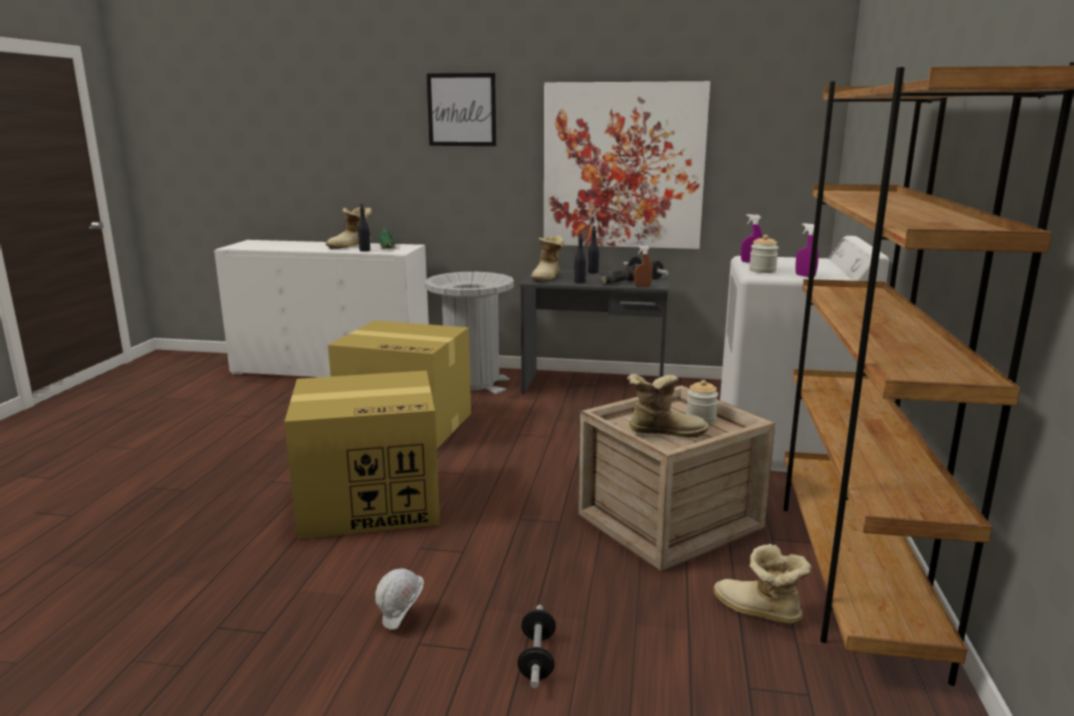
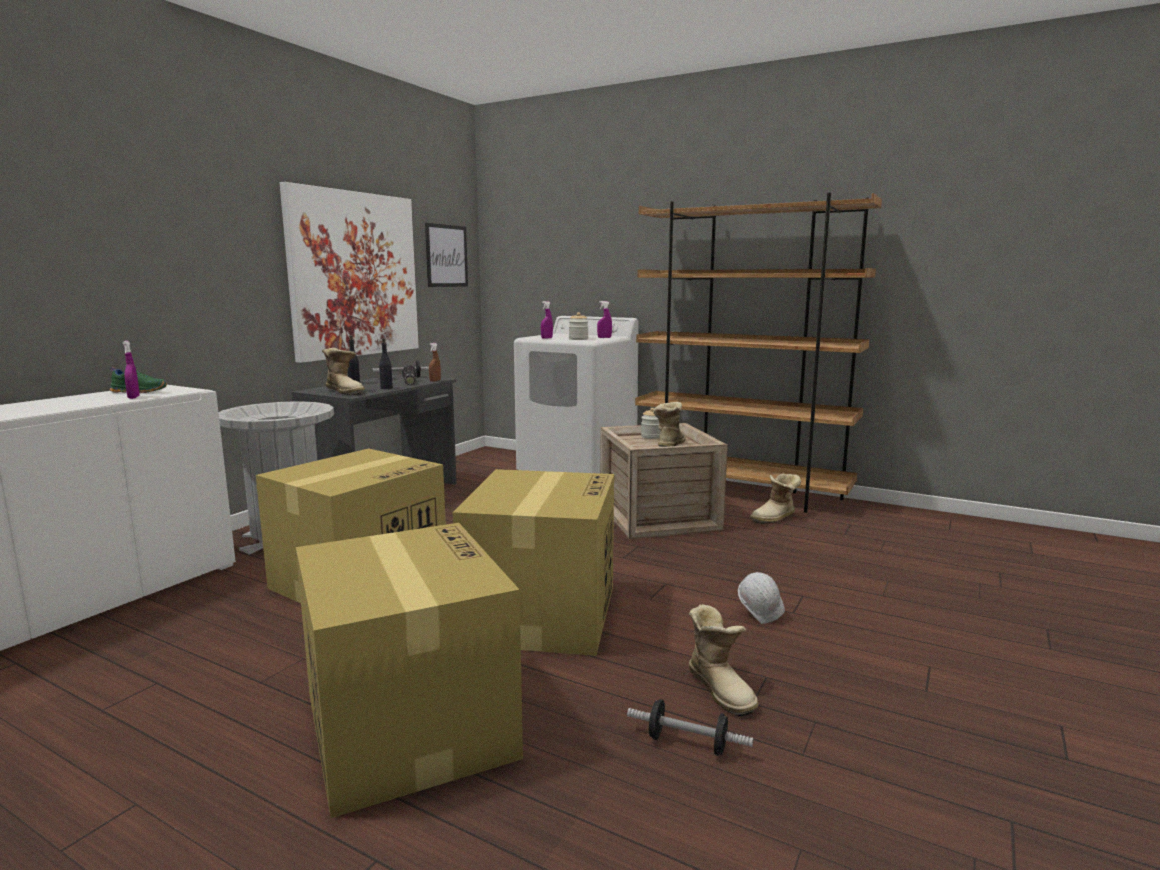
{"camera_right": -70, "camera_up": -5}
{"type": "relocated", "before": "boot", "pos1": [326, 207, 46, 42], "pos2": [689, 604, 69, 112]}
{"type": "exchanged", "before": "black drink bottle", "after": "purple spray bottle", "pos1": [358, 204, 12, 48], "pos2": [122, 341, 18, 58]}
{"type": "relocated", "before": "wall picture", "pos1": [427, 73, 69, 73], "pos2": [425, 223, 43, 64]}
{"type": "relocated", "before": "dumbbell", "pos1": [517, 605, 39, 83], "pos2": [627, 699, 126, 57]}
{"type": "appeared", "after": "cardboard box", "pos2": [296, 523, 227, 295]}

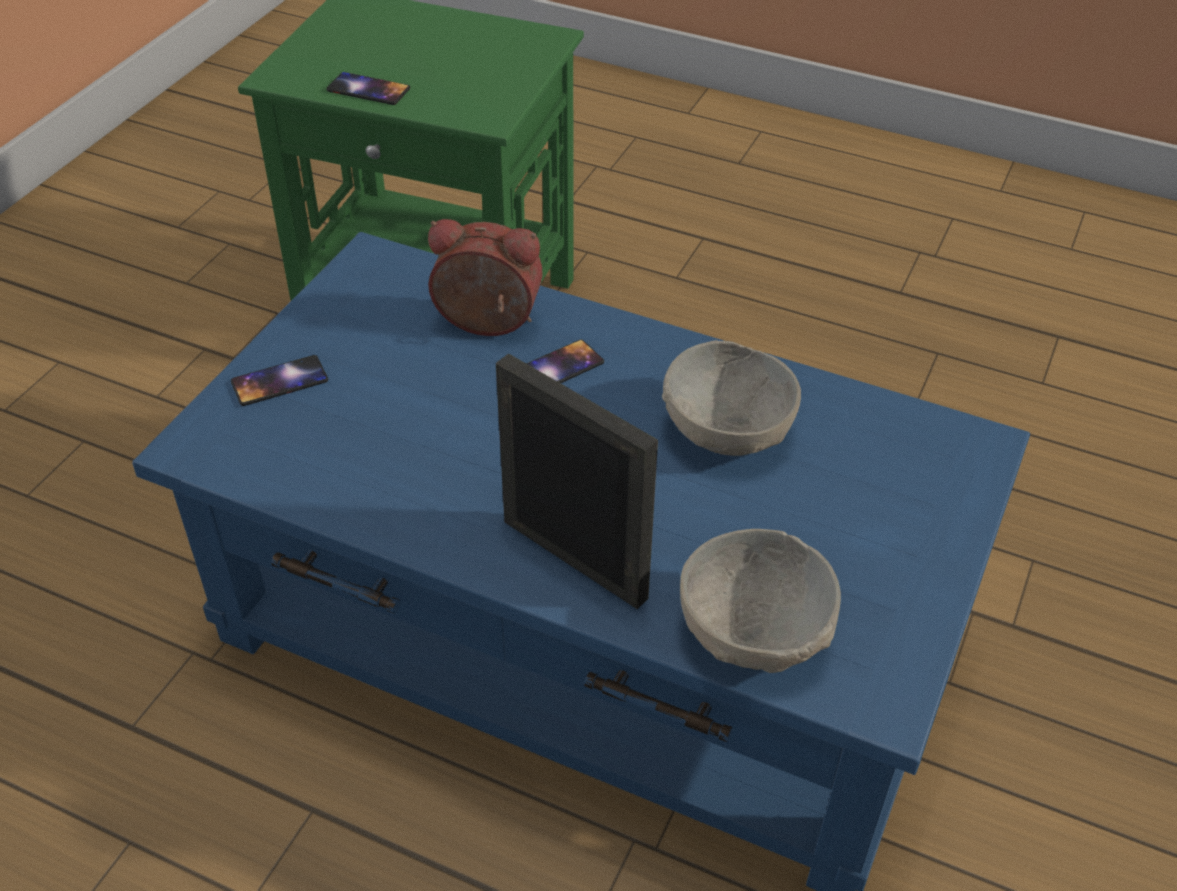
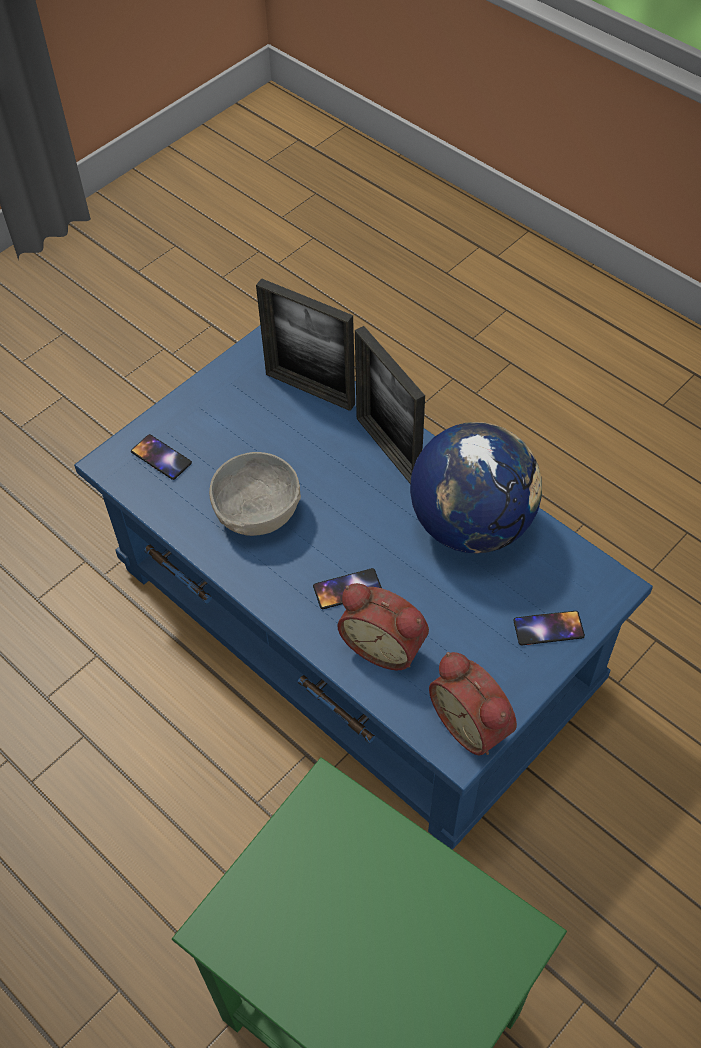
{"camera_right": -160, "camera_up": 10}
{"type": "relocated", "before": "handset", "pos1": [327, 72, 83, 33], "pos2": [131, 434, 61, 46]}
{"type": "exchanged", "before": "greyish serving bowl", "after": "photo frame", "pos1": [680, 529, 161, 144], "pos2": [256, 279, 99, 132]}
{"type": "appeared", "after": "globe", "pos2": [410, 422, 132, 131]}
{"type": "appeared", "after": "alarm clock", "pos2": [429, 652, 88, 104]}

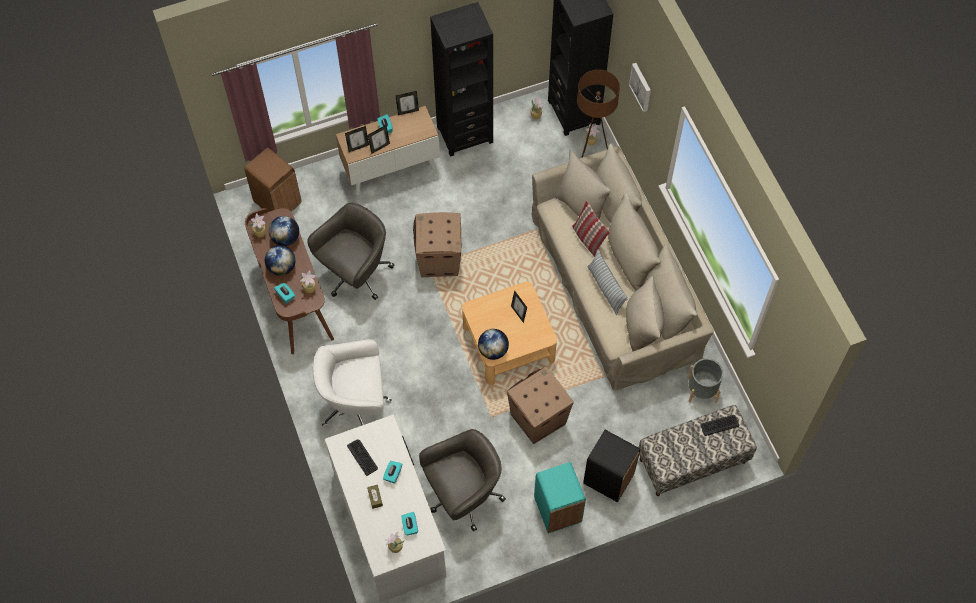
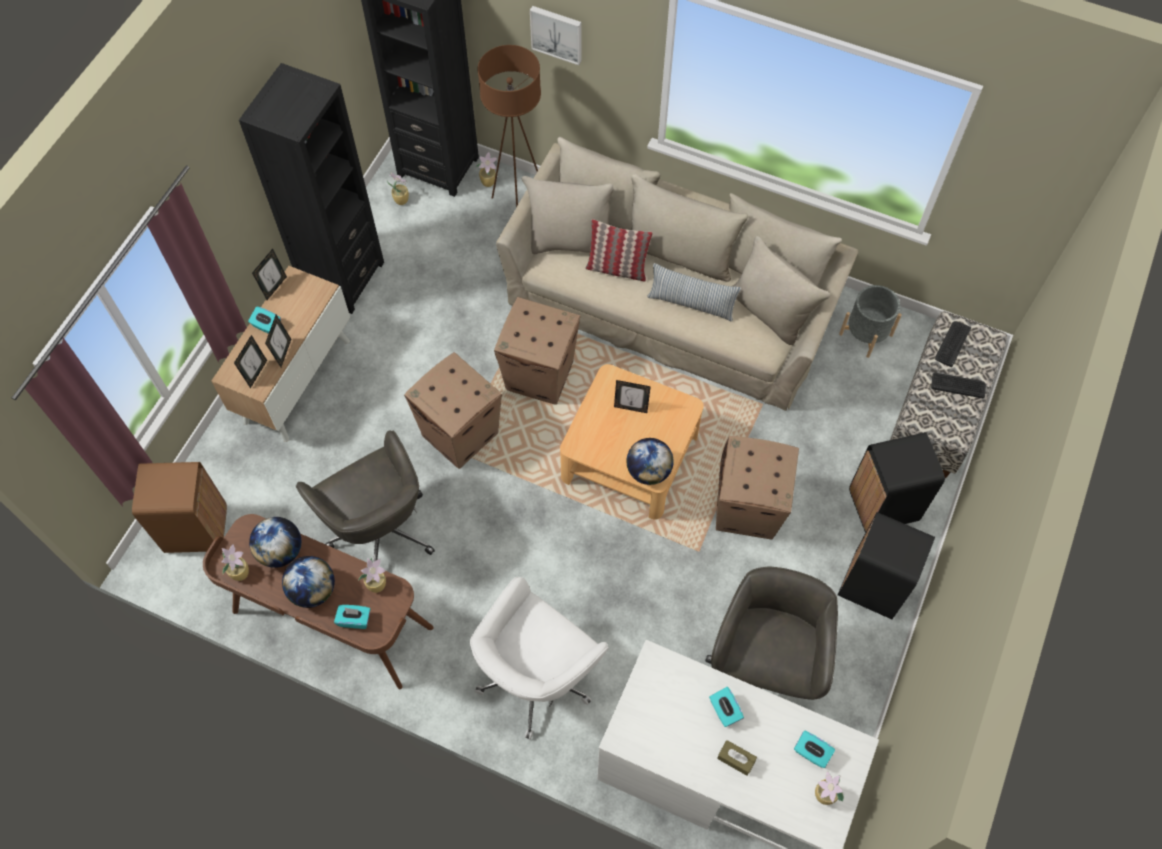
{"camera_right": -45, "camera_up": 0}
{"type": "spun", "before": "greyish office chair", "pos1": [307, 203, 87, 97], "pos2": [296, 431, 139, 130], "turn": 150}
{"type": "relocated", "before": "keyboard", "pos1": [347, 439, 31, 37], "pos2": [931, 373, 55, 25]}
{"type": "colour", "before": "turquoise-coloured waste bin", "after": "black waste bin", "pos1": [534, 462, 52, 71], "pos2": [838, 512, 97, 107]}
{"type": "appeared", "after": "cardboard box", "pos2": [494, 297, 86, 108]}

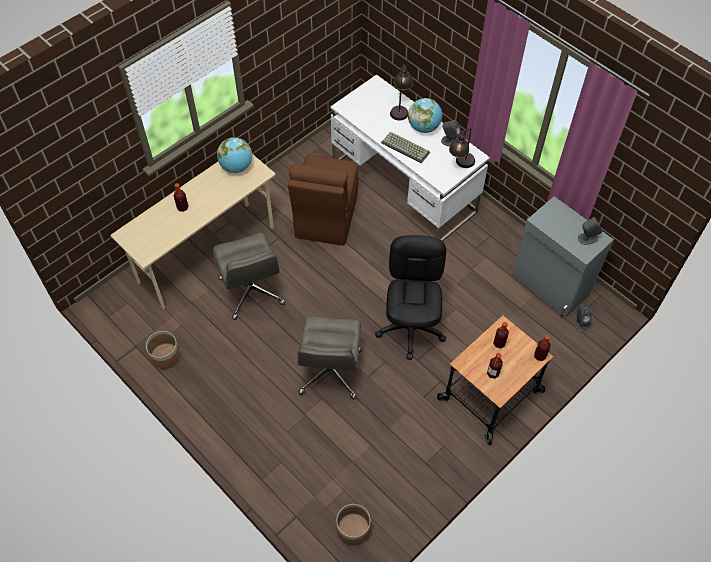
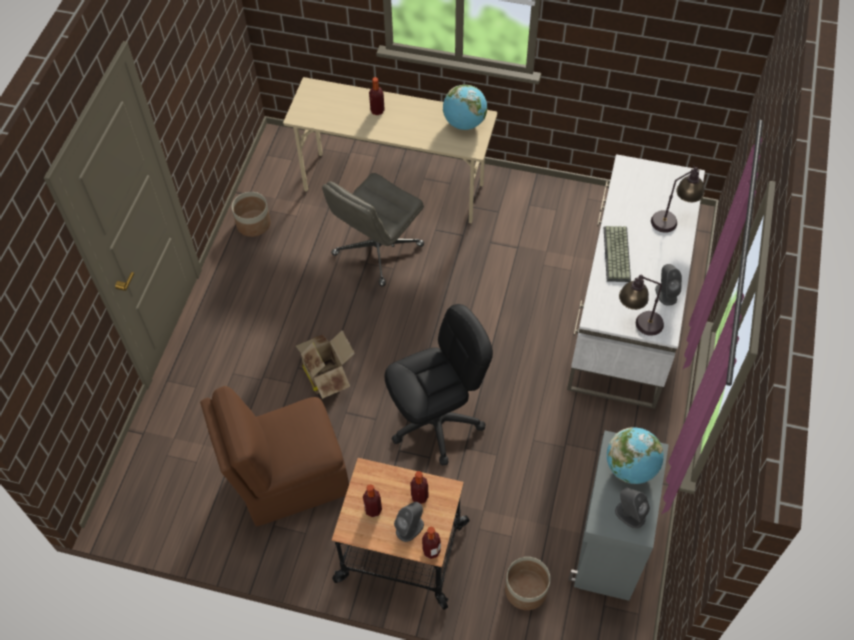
{"camera_right": 60, "camera_up": 0}
{"type": "relocated", "before": "brown-coloured plain chair", "pos1": [288, 155, 70, 91], "pos2": [200, 386, 149, 140]}
{"type": "exchanged", "before": "greyish office chair", "after": "cardboard box", "pos1": [298, 316, 64, 84], "pos2": [295, 330, 60, 69]}
{"type": "relocated", "before": "planter", "pos1": [336, 504, 35, 42], "pos2": [505, 557, 45, 53]}
{"type": "relocated", "before": "globe", "pos1": [408, 98, 34, 35], "pos2": [607, 427, 57, 57]}
{"type": "relocated", "before": "greyish speaker", "pos1": [572, 304, 20, 28], "pos2": [394, 502, 30, 40]}

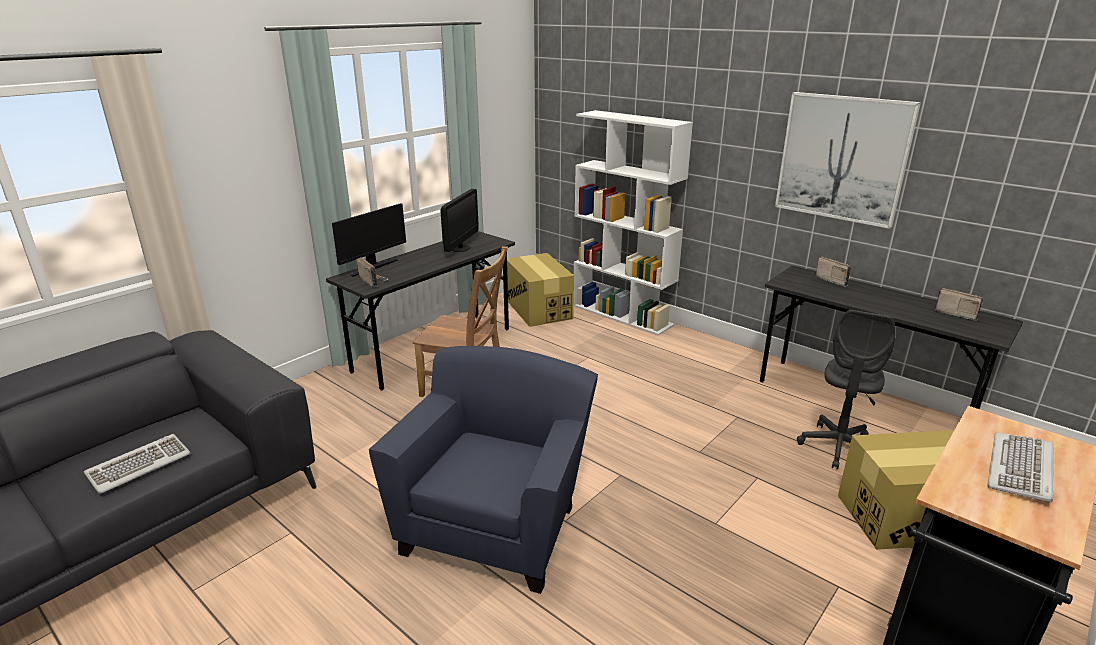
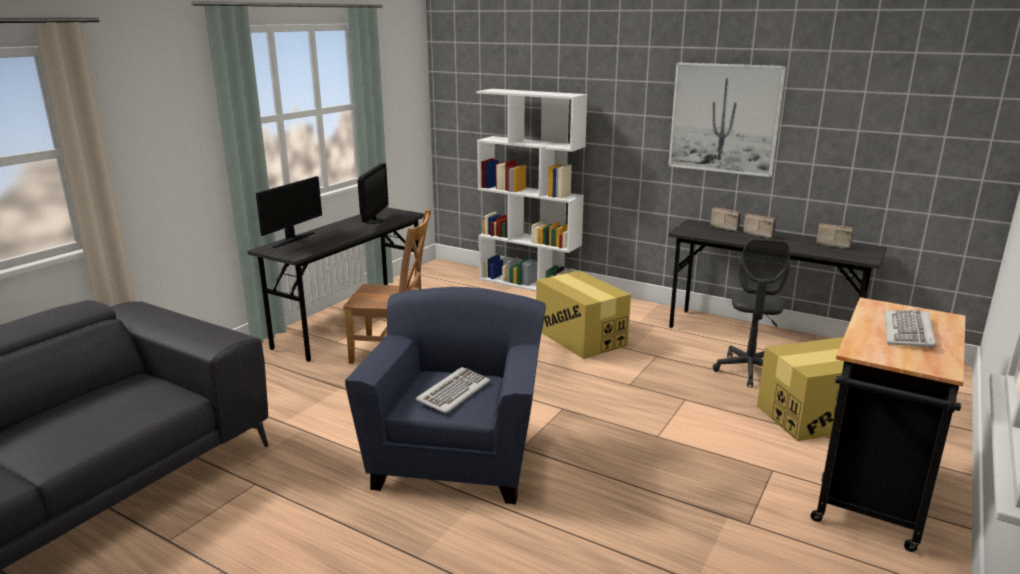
{"camera_right": -10, "camera_up": -5}
{"type": "relocated", "before": "keyboard", "pos1": [84, 434, 106, 60], "pos2": [416, 367, 74, 46]}
{"type": "relocated", "before": "radio", "pos1": [356, 257, 33, 30], "pos2": [743, 213, 33, 26]}
{"type": "relocated", "before": "cardboard box", "pos1": [507, 253, 67, 74], "pos2": [536, 271, 95, 88]}

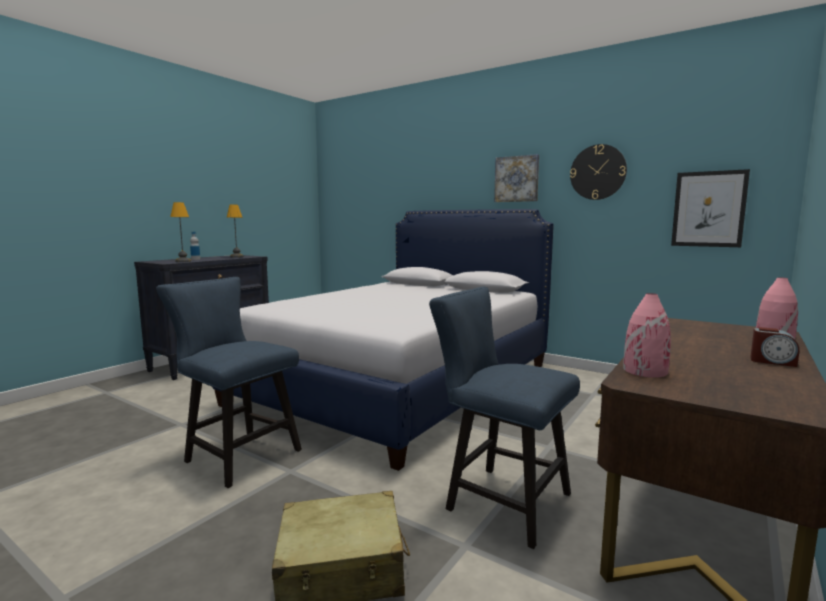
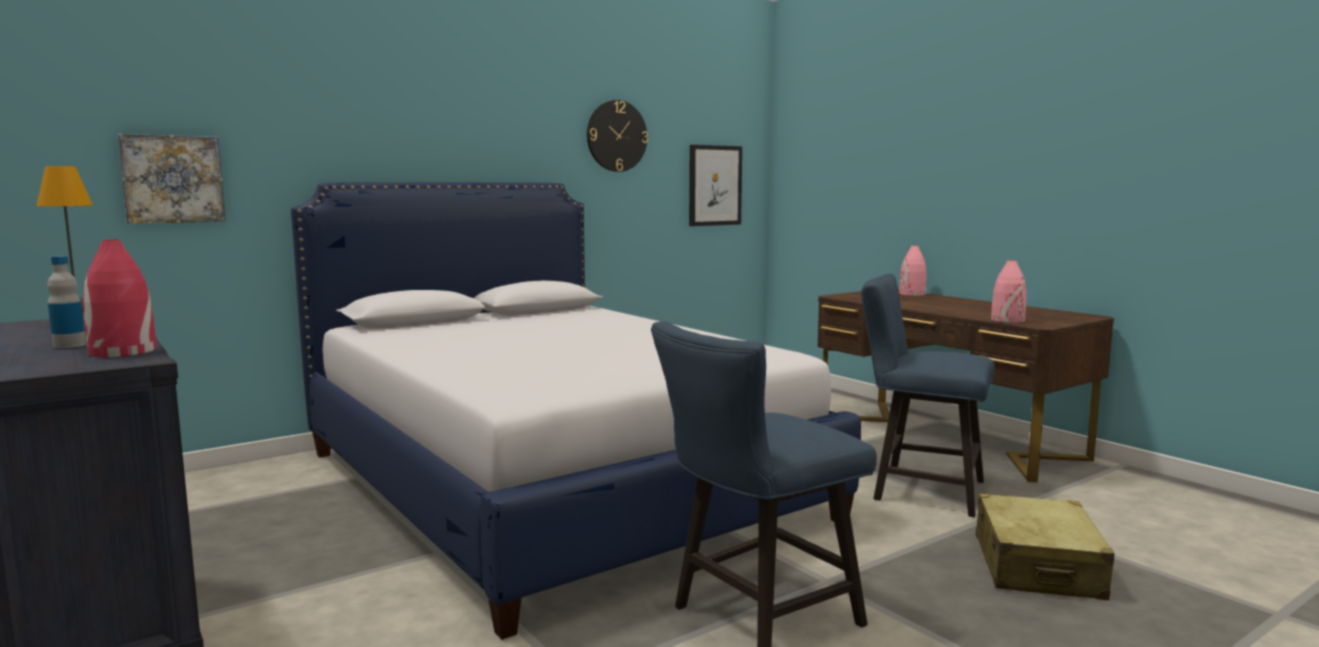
{"camera_right": -70, "camera_up": 0}
{"type": "exchanged", "before": "lamp for a table", "after": "red-coloured flower vase", "pos1": [170, 202, 21, 60], "pos2": [83, 240, 73, 117]}
{"type": "spun", "before": "blue plain chair", "pos1": [429, 287, 151, 262], "pos2": [861, 274, 134, 243], "turn": 60}
{"type": "relocated", "before": "wall picture", "pos1": [494, 154, 45, 48], "pos2": [118, 134, 107, 90]}
{"type": "missing", "before": "alarm clock", "pos1": [750, 327, 50, 40]}

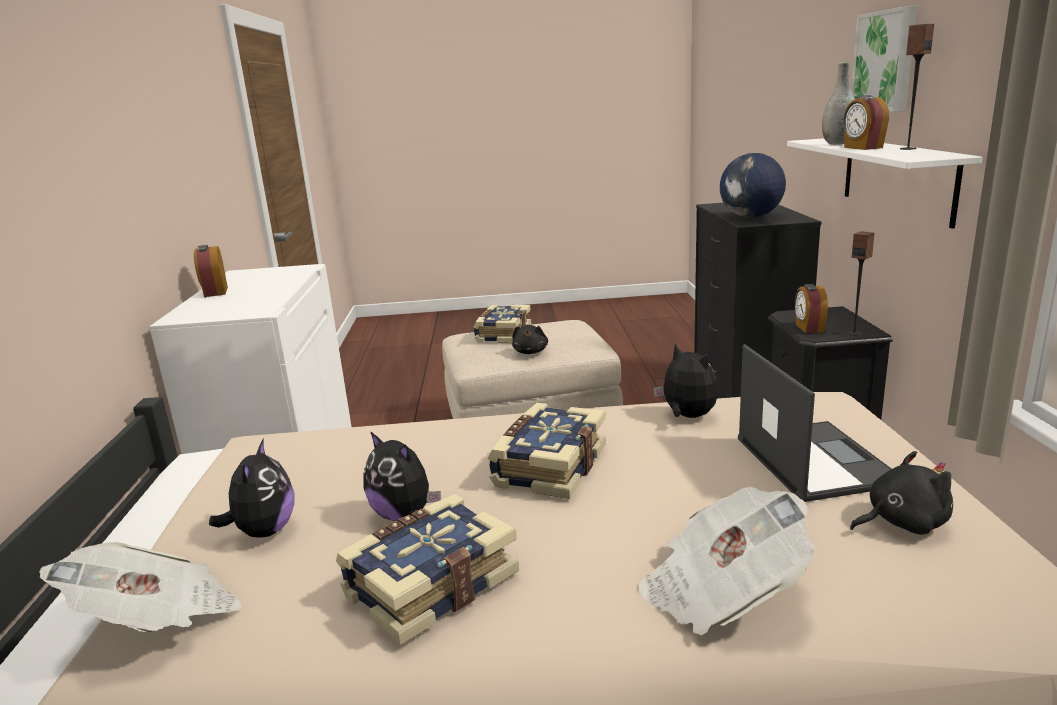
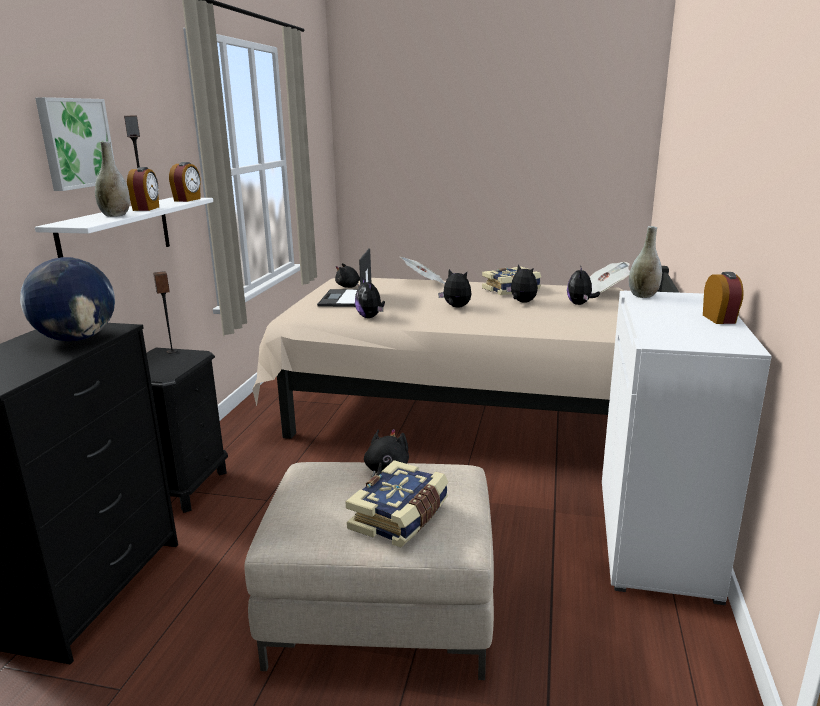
{"camera_right": -165, "camera_up": 0}
{"type": "exchanged", "before": "volume", "after": "soft toy", "pos1": [487, 403, 119, 96], "pos2": [438, 269, 33, 38]}
{"type": "relocated", "before": "alarm clock", "pos1": [795, 284, 33, 49], "pos2": [169, 162, 32, 40]}
{"type": "appeared", "after": "greyish flower vase", "pos2": [629, 226, 33, 72]}

